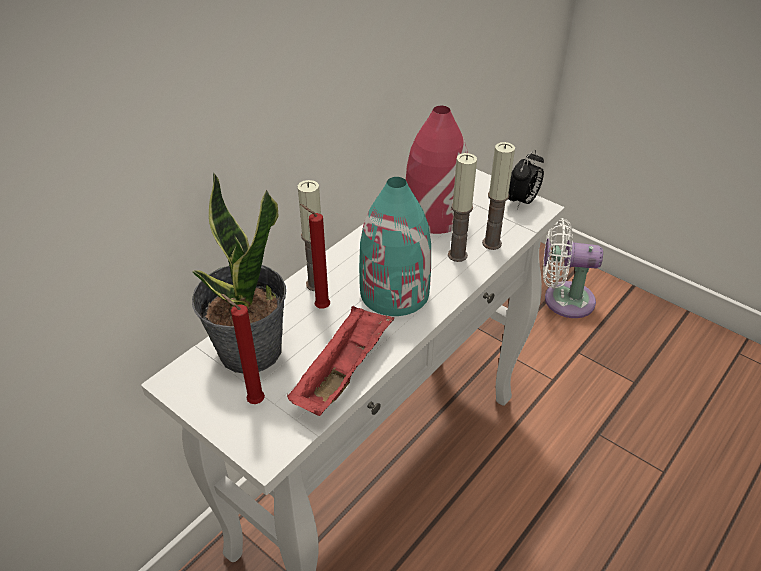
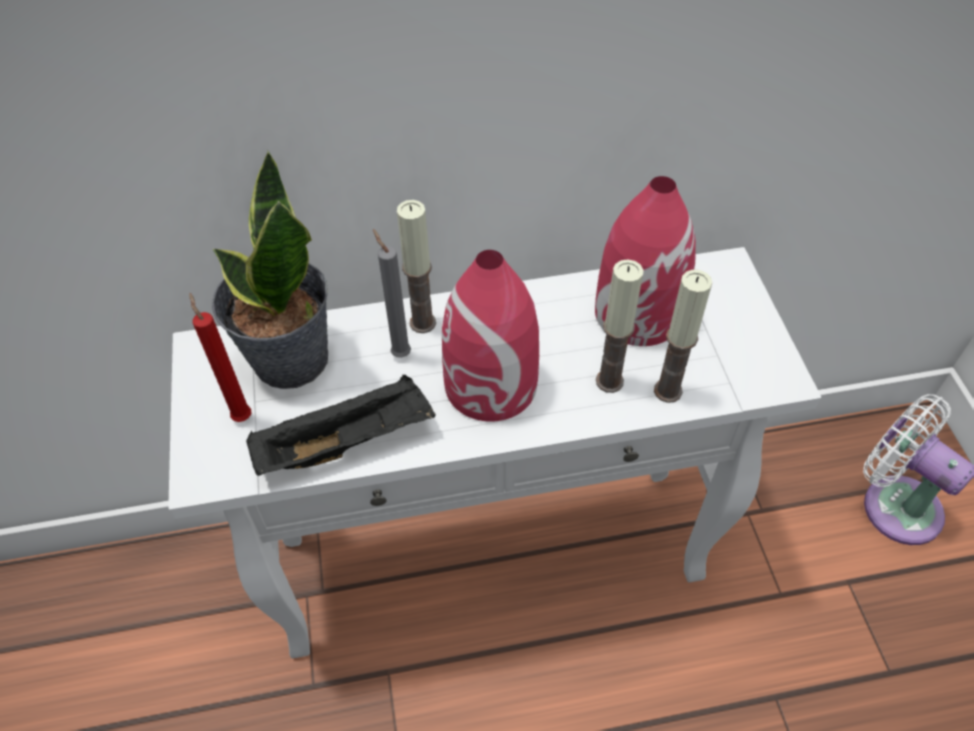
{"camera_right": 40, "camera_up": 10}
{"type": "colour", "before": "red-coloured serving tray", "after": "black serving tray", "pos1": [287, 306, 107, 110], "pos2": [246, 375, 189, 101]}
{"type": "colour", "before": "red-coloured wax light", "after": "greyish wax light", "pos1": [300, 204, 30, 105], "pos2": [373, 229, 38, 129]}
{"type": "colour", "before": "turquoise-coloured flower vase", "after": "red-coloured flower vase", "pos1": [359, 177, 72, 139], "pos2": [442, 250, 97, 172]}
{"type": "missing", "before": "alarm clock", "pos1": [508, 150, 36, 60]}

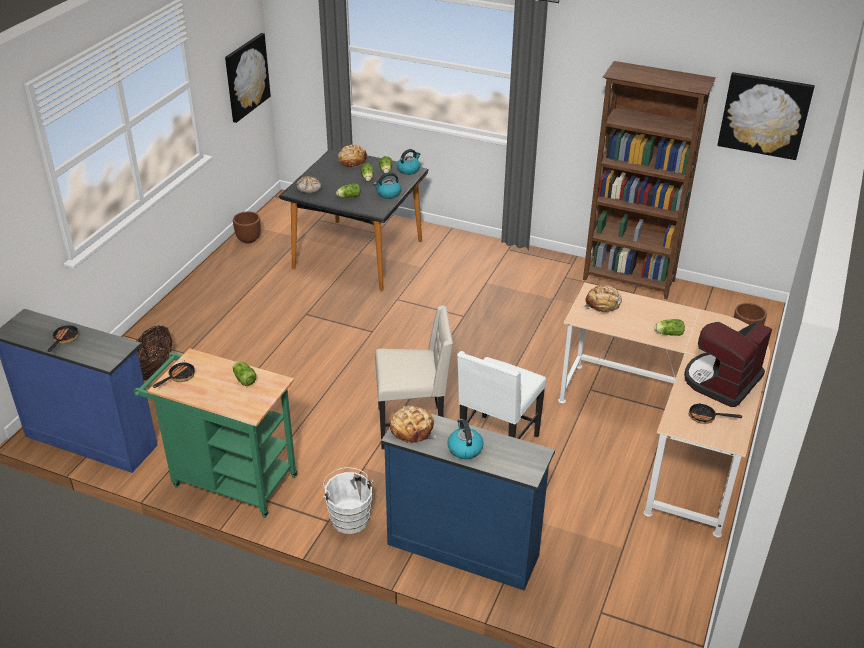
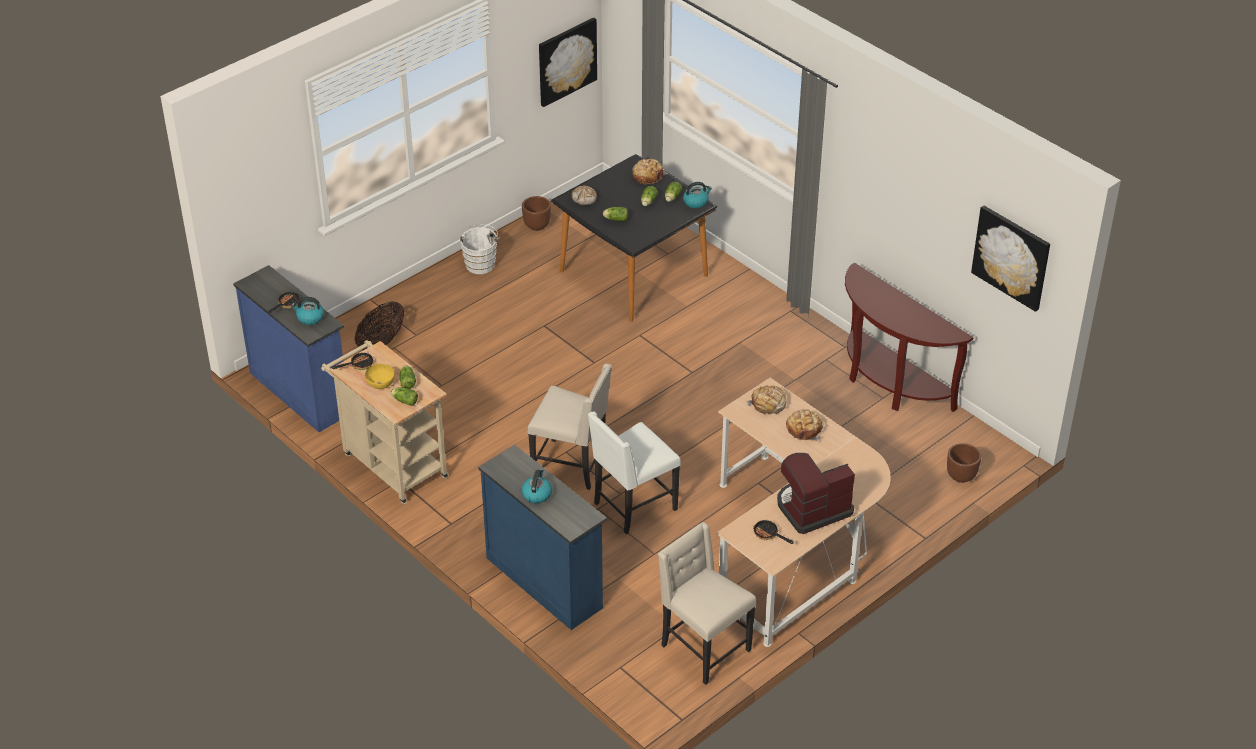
{"camera_right": 25, "camera_up": 5}
{"type": "colour", "before": "greenish trolley", "after": "beige trolley", "pos1": [134, 348, 163, 170], "pos2": [321, 340, 128, 164]}
{"type": "relocated", "before": "white-coloured bucket", "pos1": [323, 467, 50, 67], "pos2": [459, 224, 41, 50]}
{"type": "relocated", "before": "tea kettle", "pos1": [373, 172, 28, 27], "pos2": [291, 297, 33, 28]}
{"type": "relocated", "before": "bakery bread", "pos1": [390, 406, 47, 37], "pos2": [786, 409, 37, 32]}
{"type": "exchanged", "before": "brown-coloured bookcase", "after": "brown-coloured hall table", "pos1": [583, 61, 133, 238], "pos2": [845, 263, 128, 149]}
{"type": "relocated", "before": "head of lettuce", "pos1": [654, 319, 31, 17], "pos2": [391, 387, 27, 19]}
{"type": "appeared", "after": "yellowish serving bowl", "pos2": [365, 364, 30, 25]}
{"type": "appeared", "after": "beige plain chair", "pos2": [658, 522, 98, 163]}

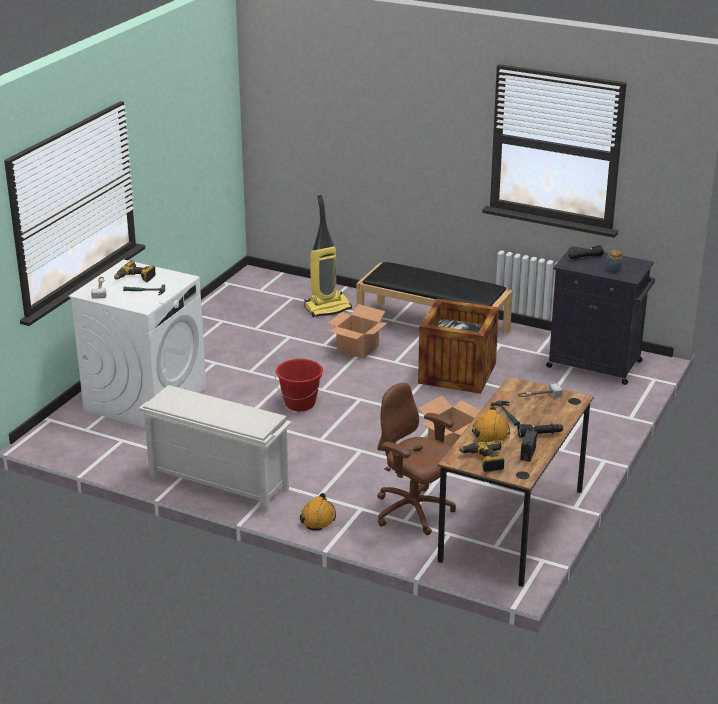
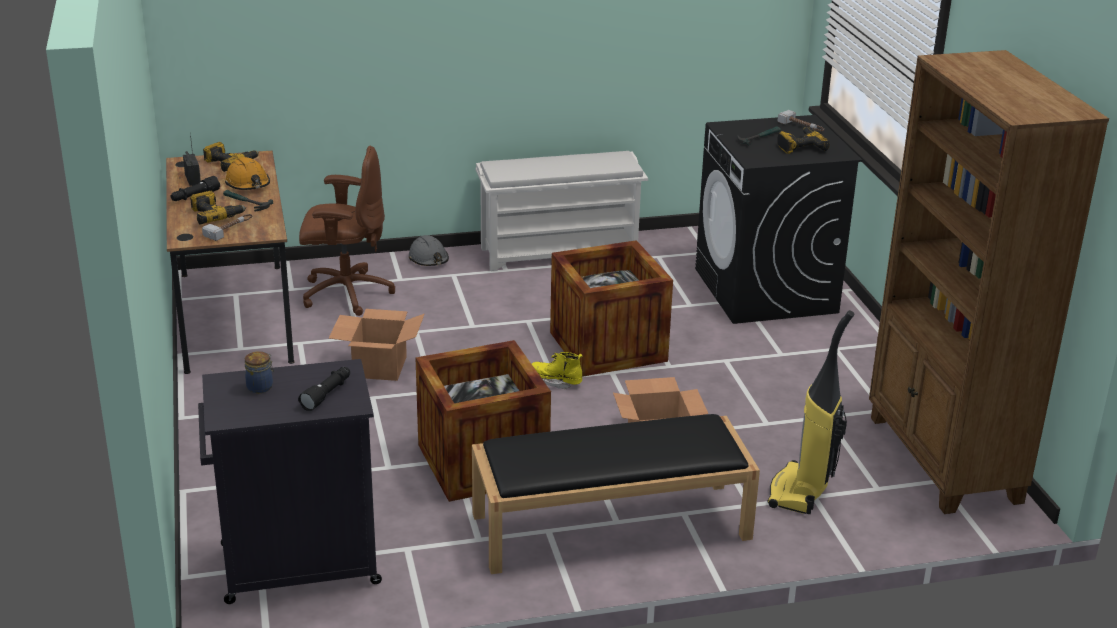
{"camera_right": 140, "camera_up": 0}
{"type": "colour", "before": "white-coloured washing machine", "after": "black washing machine", "pos1": [69, 259, 137, 169], "pos2": [695, 115, 167, 209]}
{"type": "exchanged", "before": "red-coloured bucket", "after": "crate", "pos1": [275, 359, 48, 52], "pos2": [550, 240, 123, 137]}
{"type": "colour", "before": "orange-coloured safety helmet", "after": "greyish safety helmet", "pos1": [300, 493, 36, 38], "pos2": [409, 235, 40, 31]}
{"type": "appeared", "after": "drill", "pos2": [190, 191, 56, 34]}
{"type": "appeared", "after": "yellowish boot", "pos2": [532, 352, 51, 38]}
{"type": "appeared", "after": "brown-coloured bookcase", "pos2": [869, 50, 240, 464]}

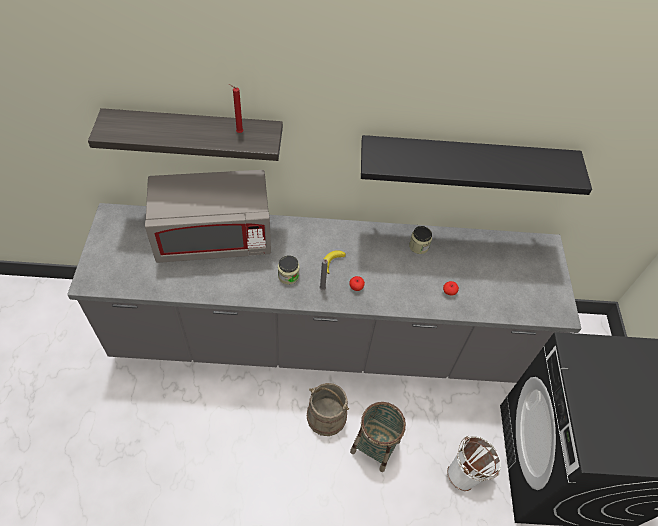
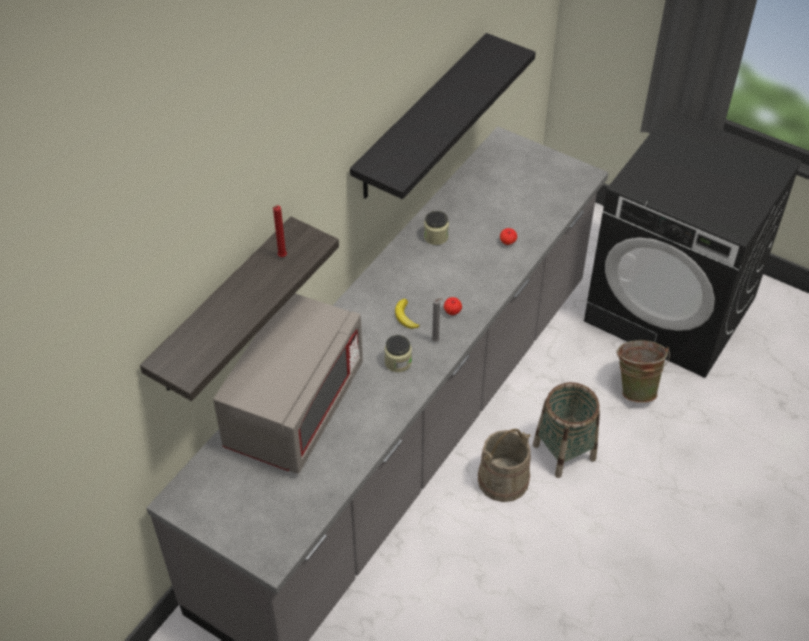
{"camera_right": -55, "camera_up": -5}
{"type": "colour", "before": "white-coloured bucket", "after": "greenish bucket", "pos1": [447, 436, 54, 55], "pos2": [617, 340, 53, 63]}

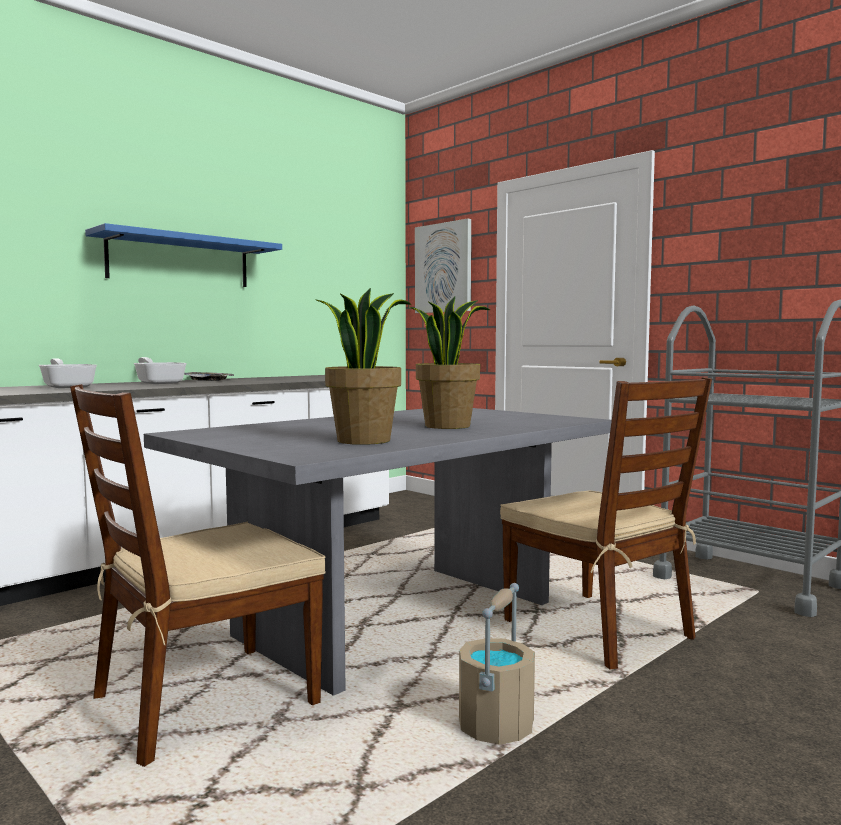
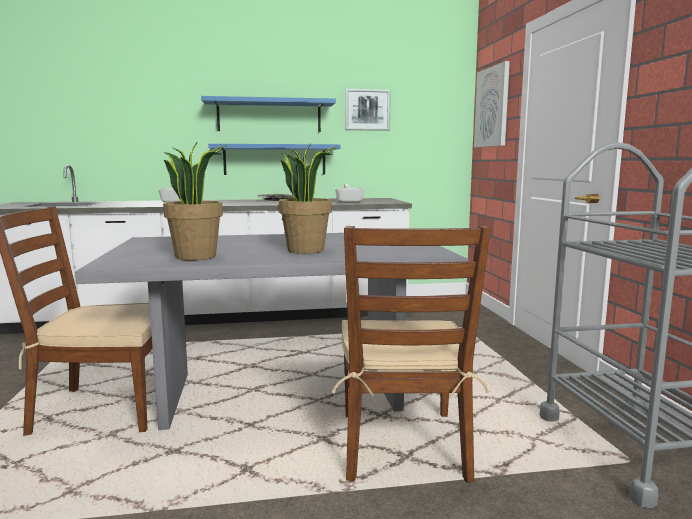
{"camera_right": 35, "camera_up": 5}
{"type": "relocated", "before": "pan", "pos1": [134, 357, 53, 27], "pos2": [334, 184, 30, 19]}
{"type": "missing", "before": "beige bucket", "pos1": [459, 583, 76, 162]}
{"type": "appeared", "after": "blue shelf", "pos2": [208, 144, 132, 31]}
{"type": "appeared", "after": "wall picture", "pos2": [345, 89, 46, 42]}

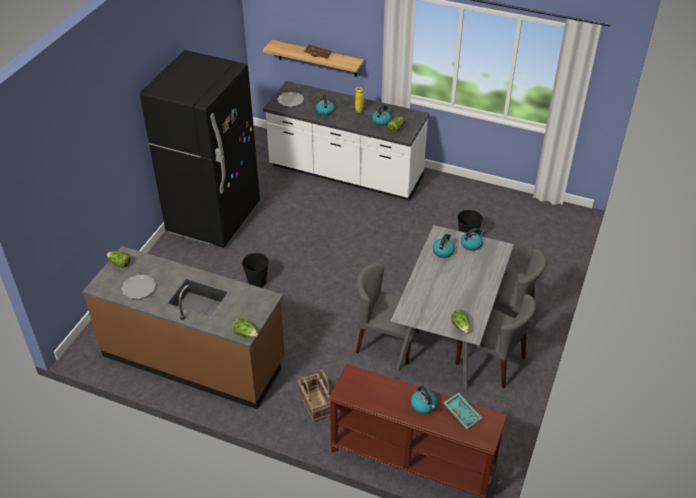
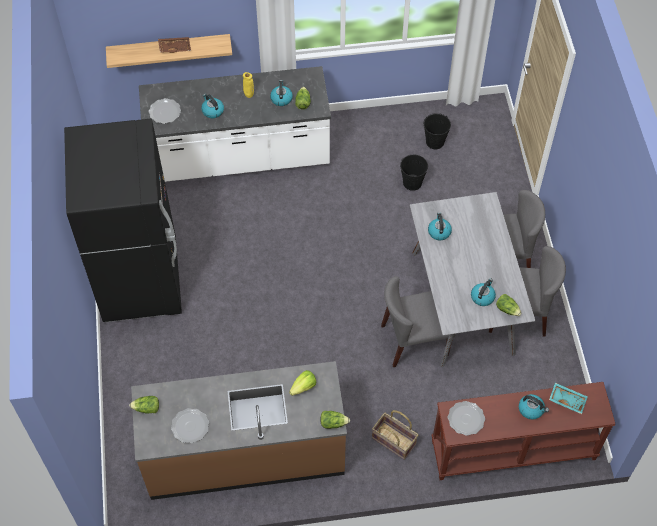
{"camera_right": -30, "camera_up": 15}
{"type": "relocated", "before": "black bucket", "pos1": [242, 253, 27, 35], "pos2": [424, 113, 27, 36]}
{"type": "relocated", "before": "tea kettle", "pos1": [461, 228, 24, 23], "pos2": [471, 278, 25, 28]}
{"type": "appeared", "after": "head of lettuce", "pos2": [289, 370, 27, 26]}
{"type": "appeared", "after": "flat dish", "pos2": [448, 401, 37, 35]}

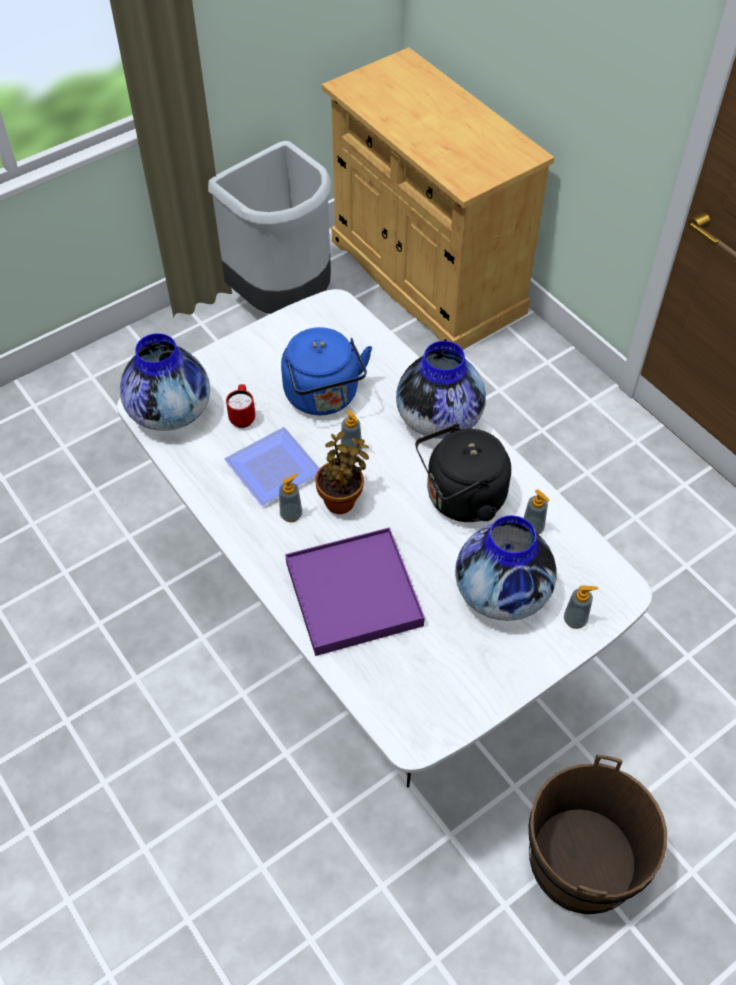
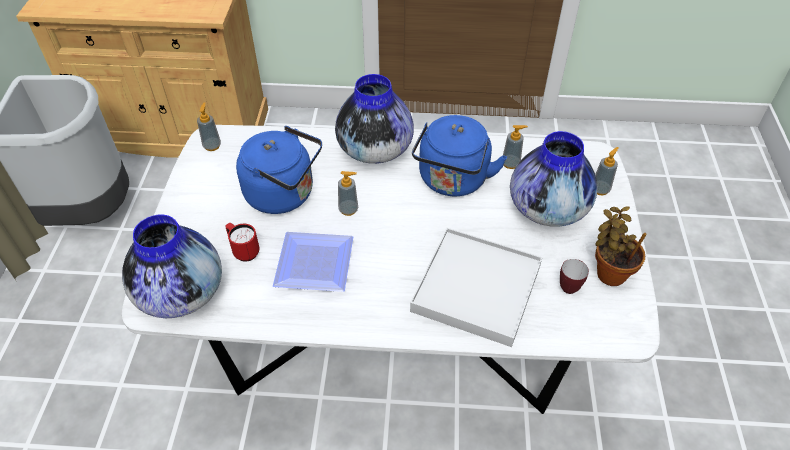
{"camera_right": -50, "camera_up": -5}
{"type": "relocated", "before": "soap dispenser", "pos1": [279, 474, 23, 48], "pos2": [197, 103, 24, 48]}
{"type": "colour", "before": "purple serving tray", "after": "white-coloured serving tray", "pos1": [285, 527, 140, 129], "pos2": [410, 228, 132, 119]}
{"type": "relocated", "before": "plant in a pot", "pos1": [315, 431, 54, 83], "pos2": [595, 206, 52, 80]}
{"type": "colour", "before": "black tea kettle", "after": "blue tea kettle", "pos1": [415, 424, 96, 98], "pos2": [412, 115, 95, 81]}
{"type": "missing", "before": "brown-coloured bucket", "pos1": [529, 755, 138, 159]}
{"type": "appeared", "after": "coffee mug", "pos2": [560, 259, 29, 35]}

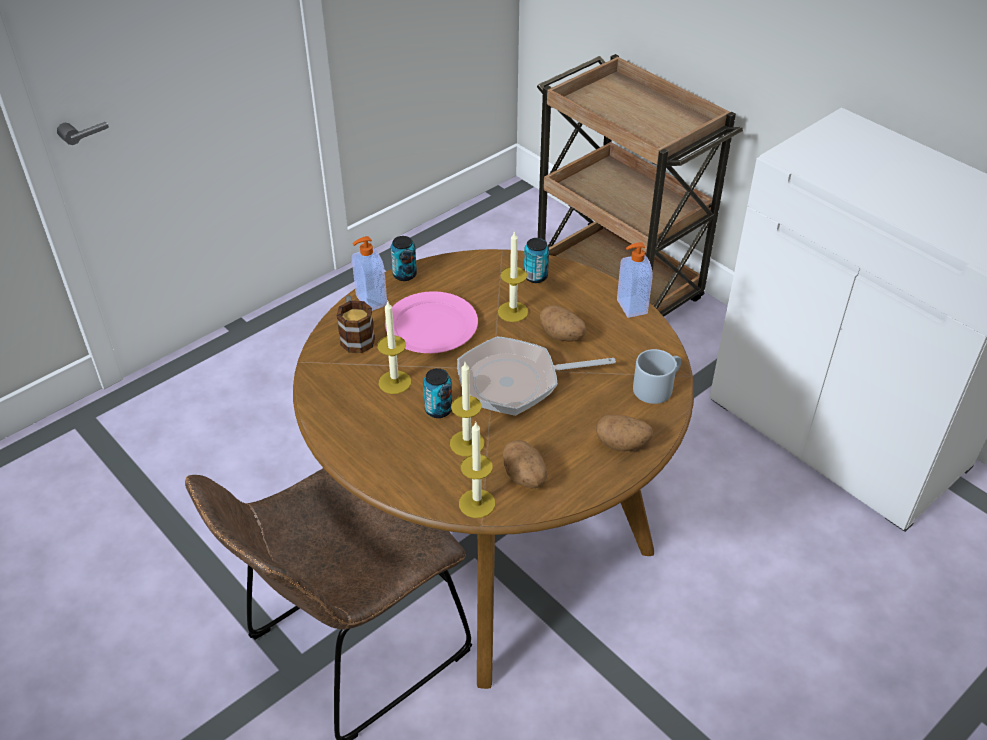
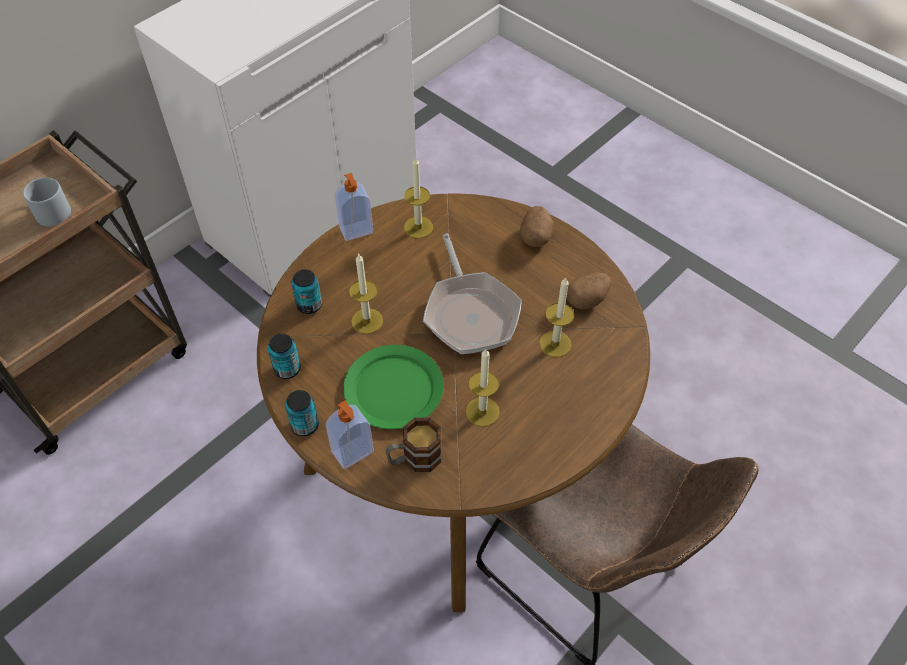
{"camera_right": -95, "camera_up": 10}
{"type": "colour", "before": "pink flat dish", "after": "greenish flat dish", "pos1": [385, 291, 93, 62], "pos2": [343, 345, 101, 84]}
{"type": "relocated", "before": "sealed can", "pos1": [423, 368, 29, 50], "pos2": [268, 334, 33, 45]}
{"type": "relocated", "before": "wax light", "pos1": [459, 422, 36, 96], "pos2": [404, 156, 29, 82]}
{"type": "missing", "before": "whole potato", "pos1": [540, 305, 47, 37]}
{"type": "relocated", "before": "greyish coffee mug", "pos1": [633, 349, 48, 55], "pos2": [23, 177, 48, 49]}

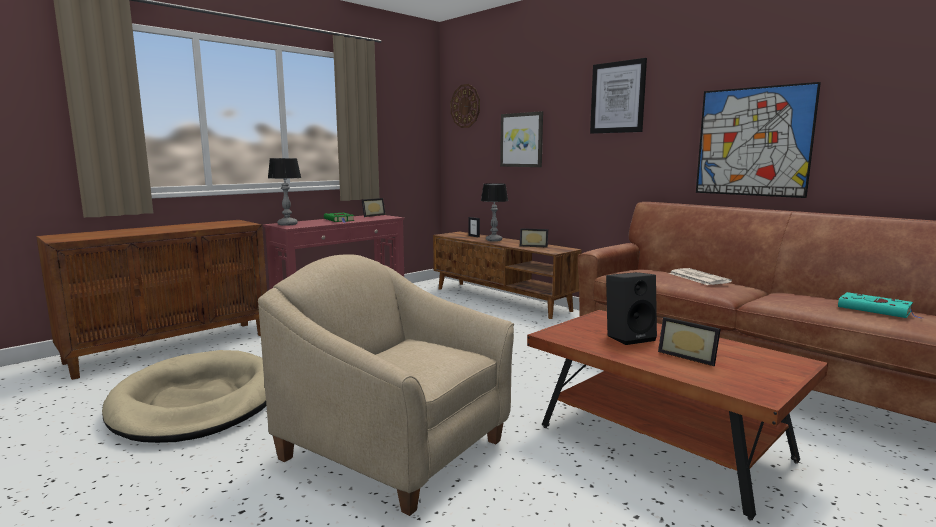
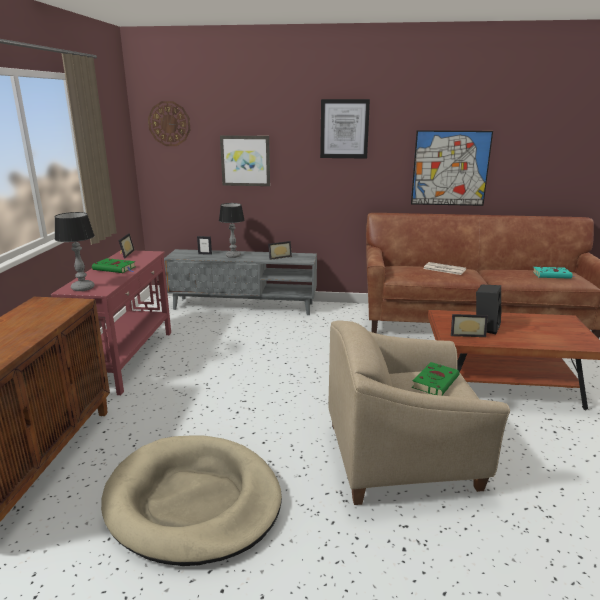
{"camera_right": -40, "camera_up": 10}
{"type": "colour", "before": "brown-coloured tv stand", "after": "greyish tv stand", "pos1": [433, 232, 149, 87], "pos2": [164, 249, 153, 66]}
{"type": "relocated", "before": "photo frame", "pos1": [658, 317, 63, 49], "pos2": [451, 314, 37, 23]}
{"type": "appeared", "after": "greenish volume", "pos2": [412, 362, 47, 34]}

